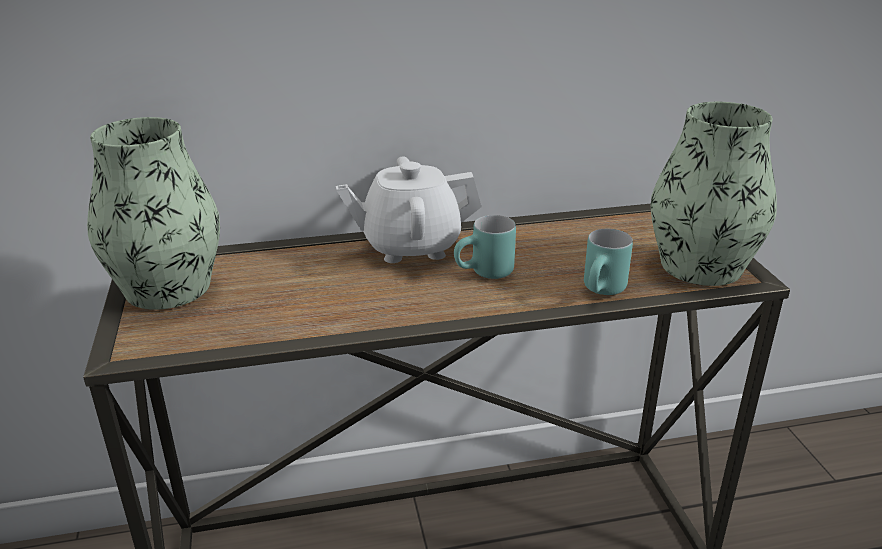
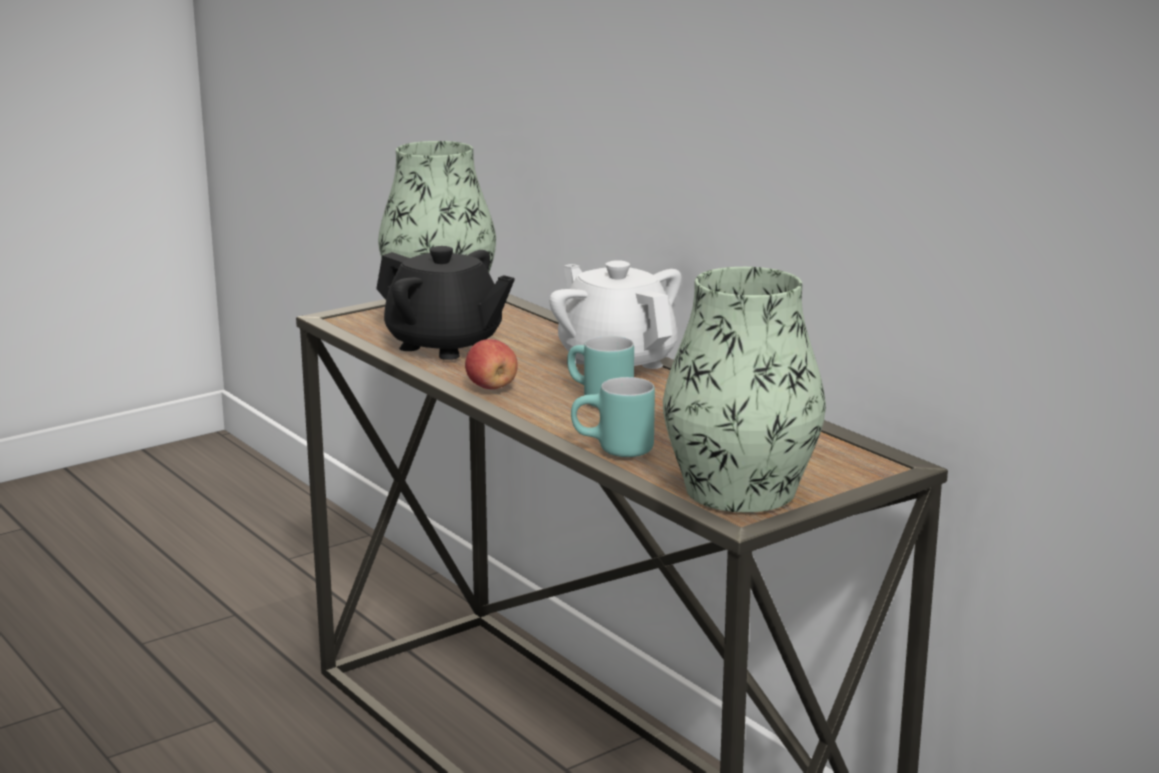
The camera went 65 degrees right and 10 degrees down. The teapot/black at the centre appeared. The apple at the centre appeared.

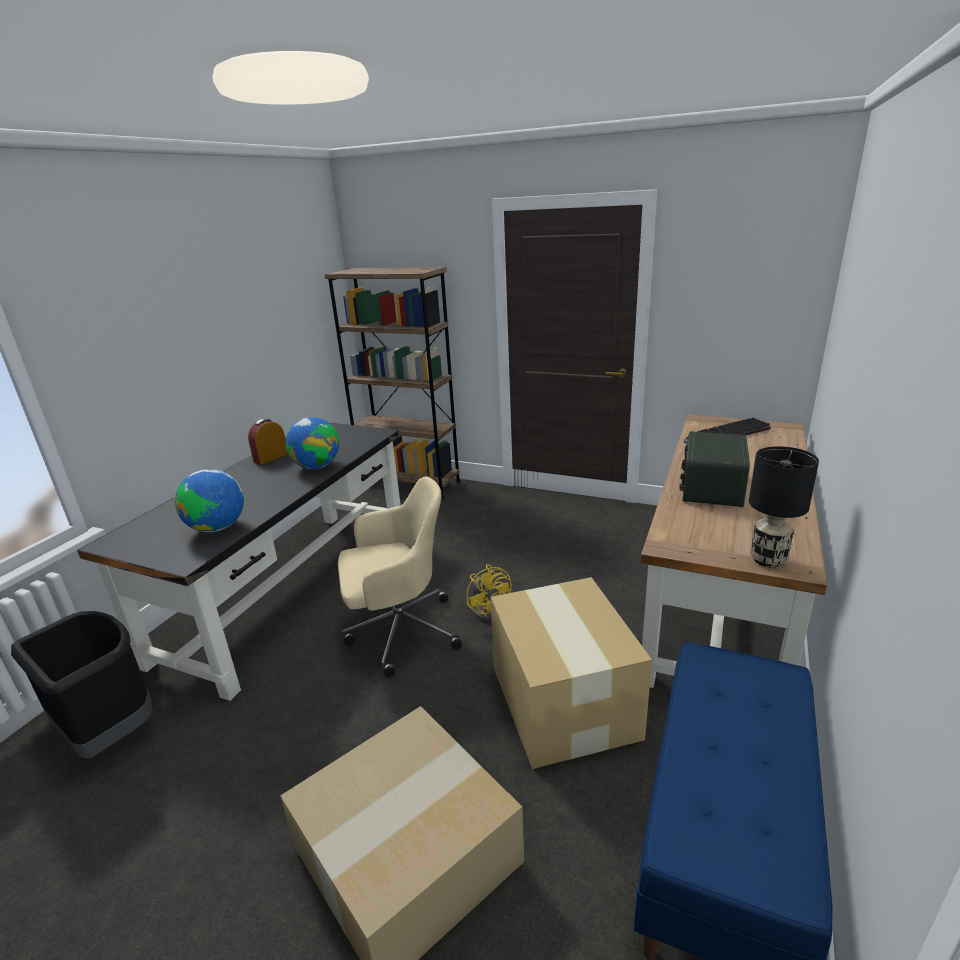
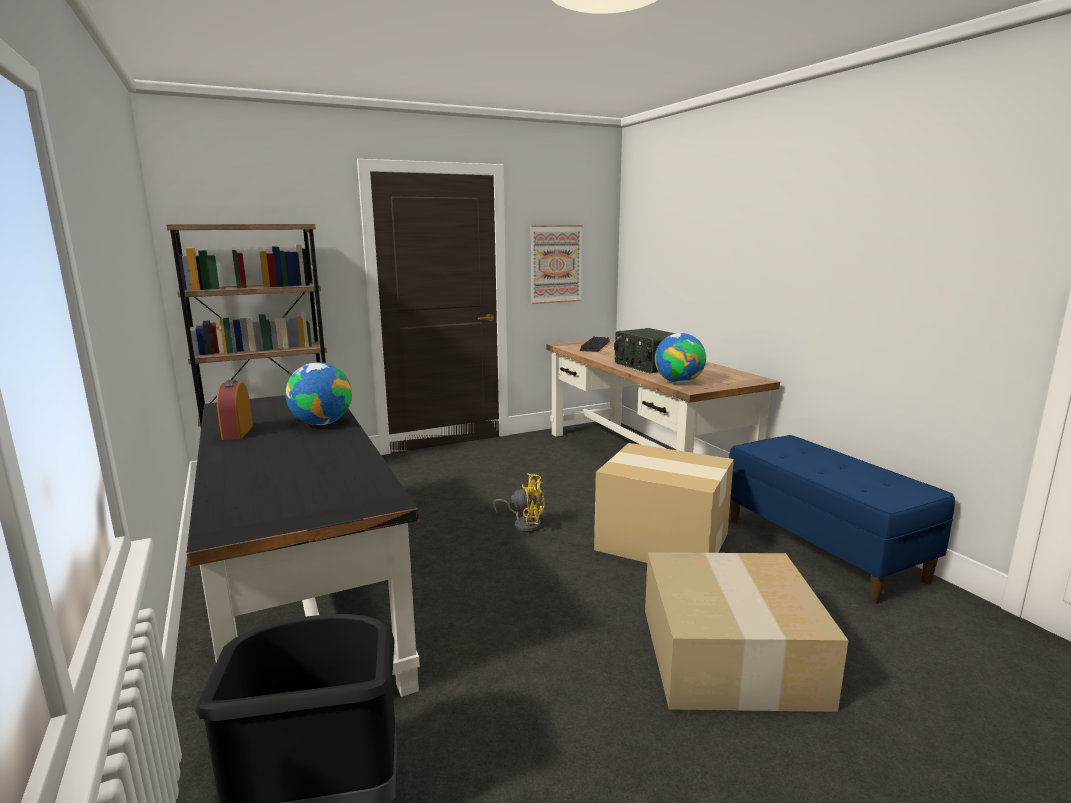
The camera went 50 degrees left and 10 degrees down. The globe (1st from left in the first image) moved from the middle left to the centre. The office chair/beige at the centre disappeared. The table lamp/black at the middle right disappeared. The picture at the top centre appeared.

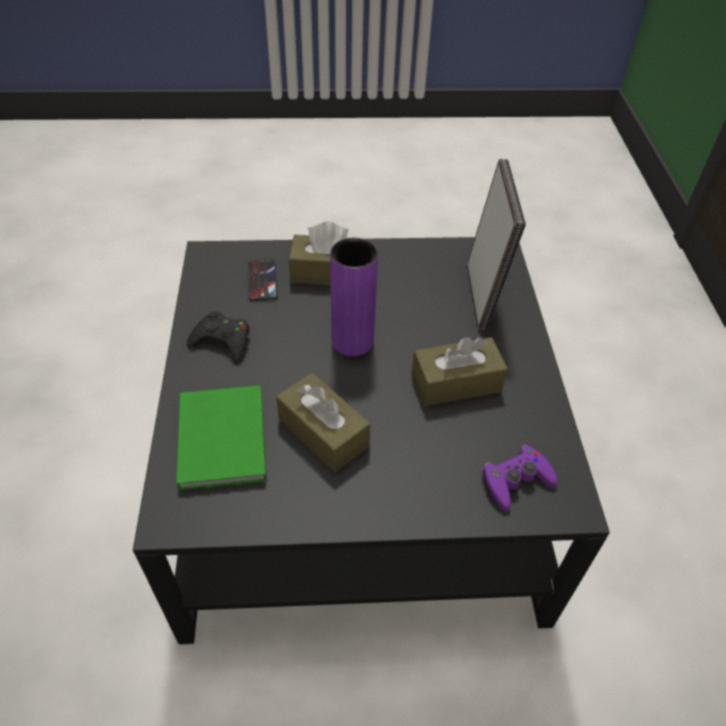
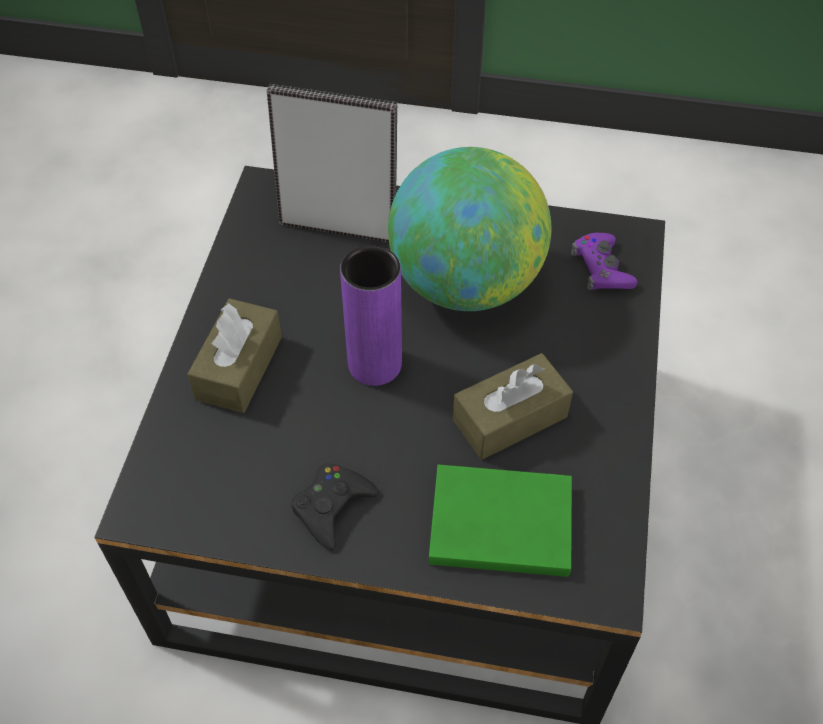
The camera went 75 degrees left and 5 degrees up. The phone at the centre disappeared. The tissue box/brown (3rd from left) at the centre was replaced by the globe at the top centre.

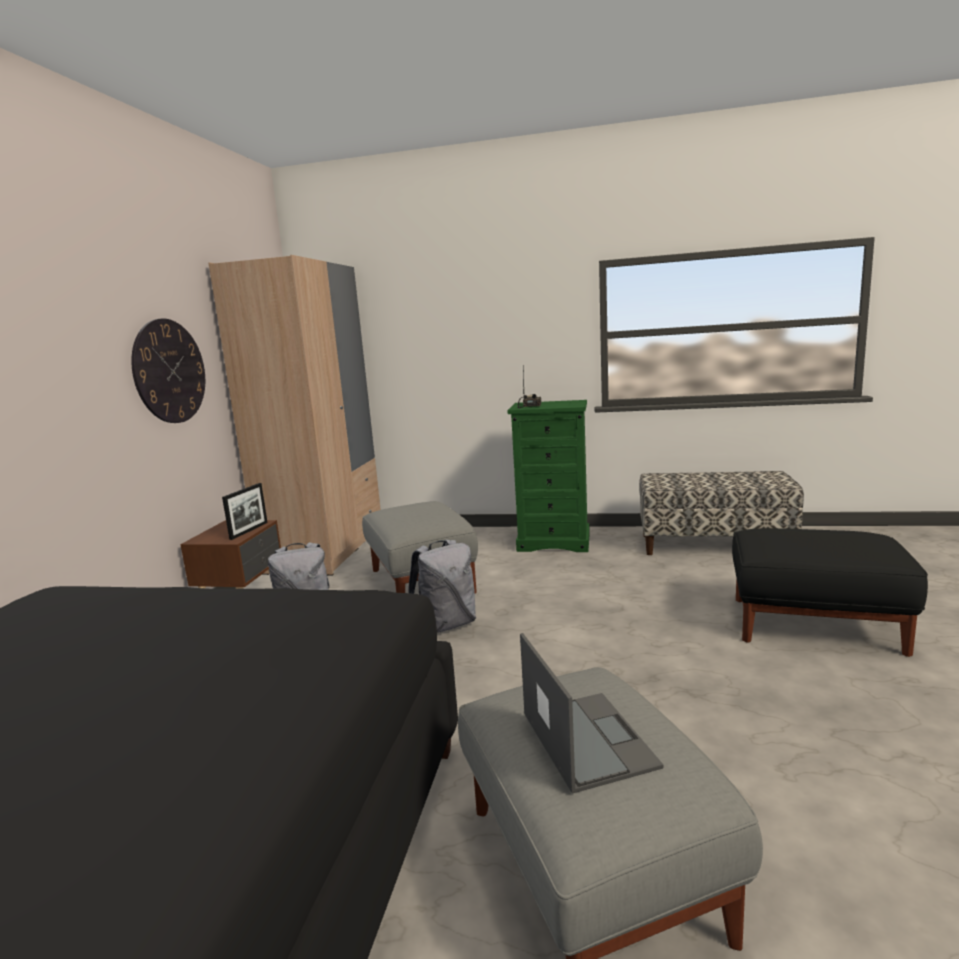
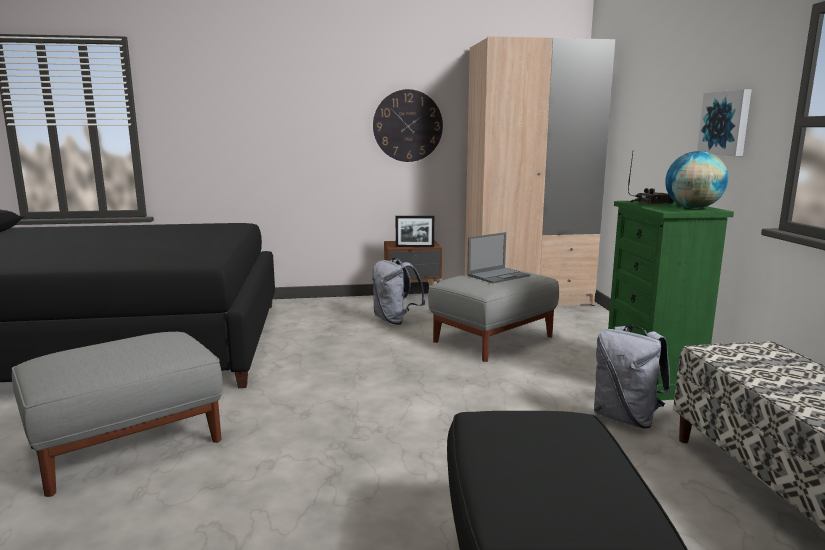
The camera went 70 degrees right and 0 degrees up. The backpack/grey (2nd from left) moved from the centre to the bottom right. The laptop moved from the bottom centre to the centre. The globe at the top right appeared. The picture at the top right appeared.

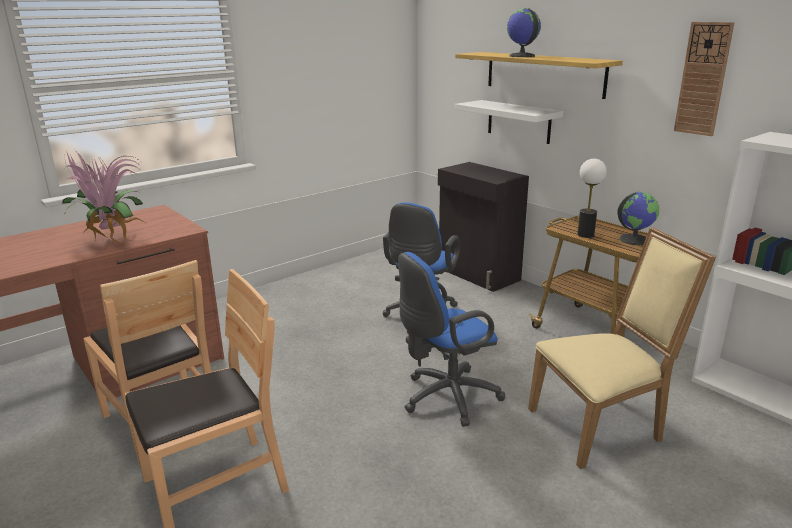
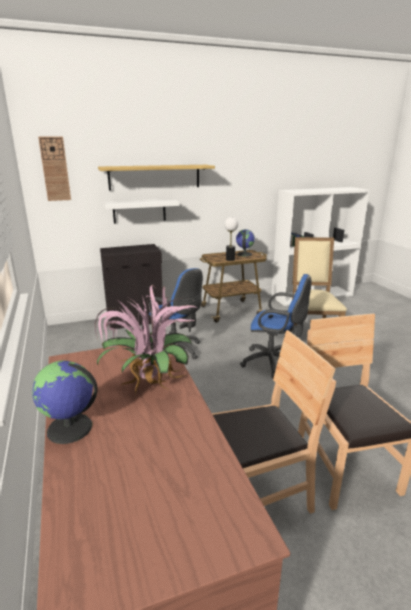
The camera went 70 degrees left and 0 degrees up. The office chair/blue (2nd from left) at the centre turned 60 degrees counterclockwise. The globe (1st from left) moved from the top centre to the middle left. The wall clock moved from the top right to the top left.

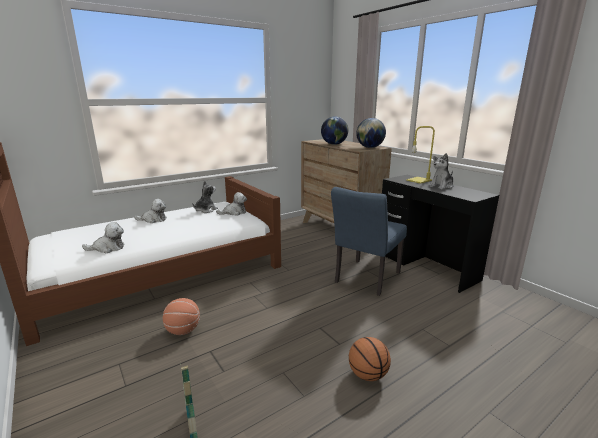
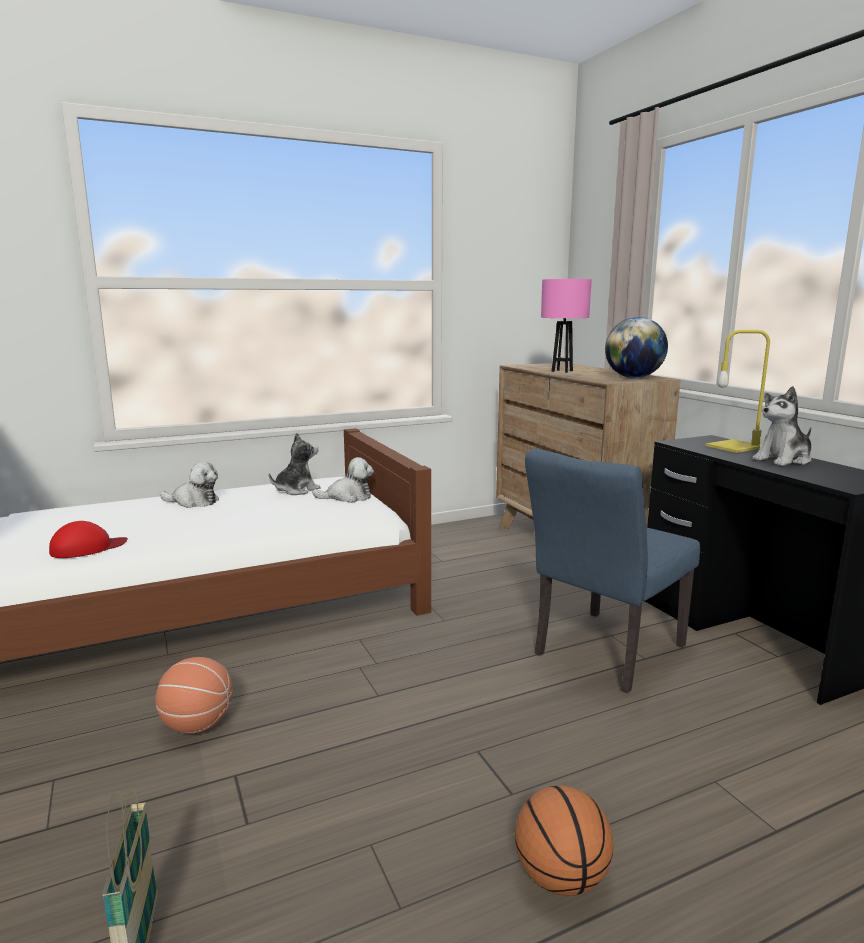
The camera went 10 degrees right and 5 degrees down. The plush toy (1st from left) at the middle left was replaced by the cap/red at the middle left. The globe (1st from left) at the top centre was replaced by the table lamp/pink at the centre.

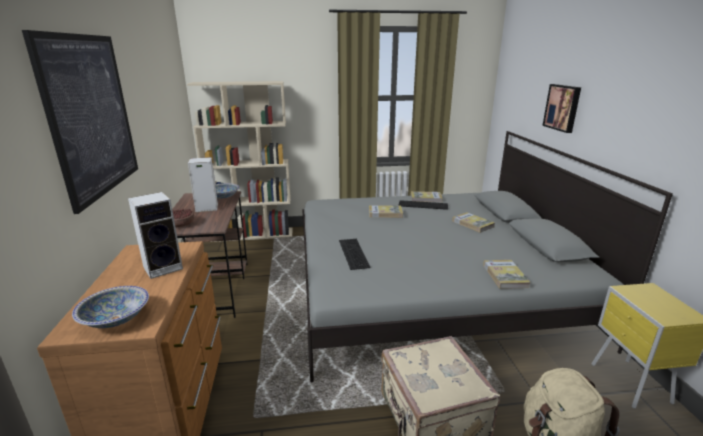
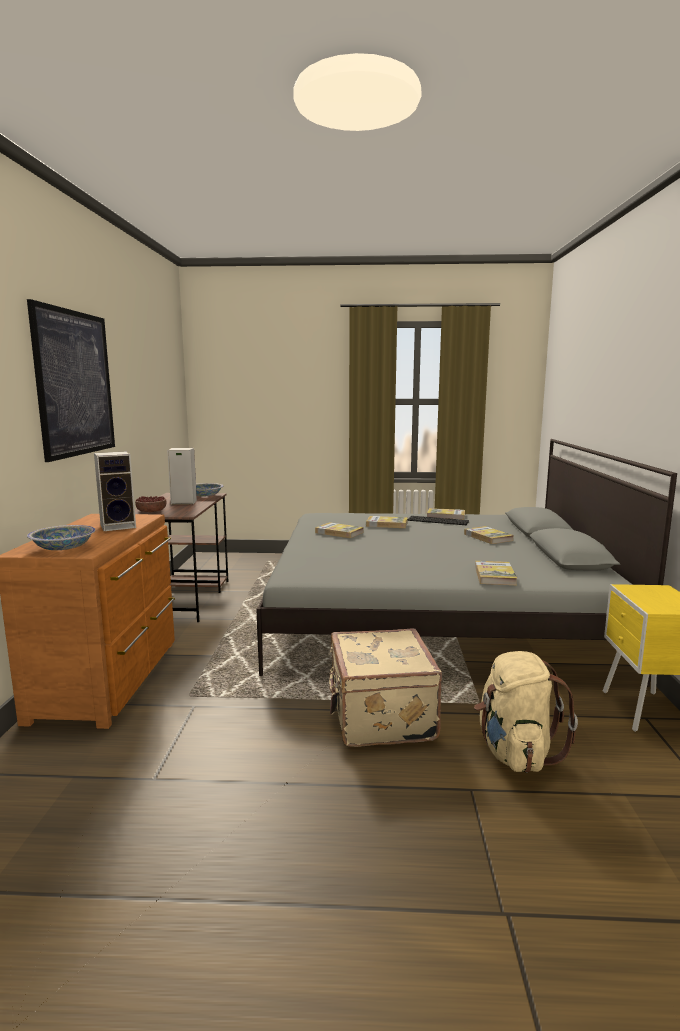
The camera went 10 degrees right and 10 degrees down. The bookcase/beige at the centre disappeared. The keyboard (1st from left) at the centre disappeared. The picture (2nd from left) at the top right disappeared. The book (1st from left) at the centre appeared.

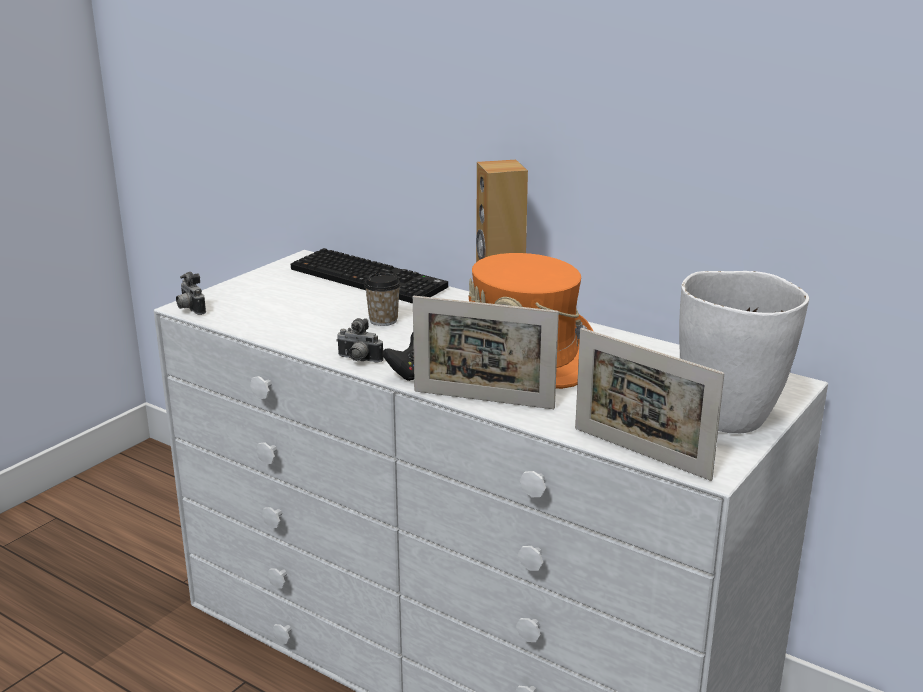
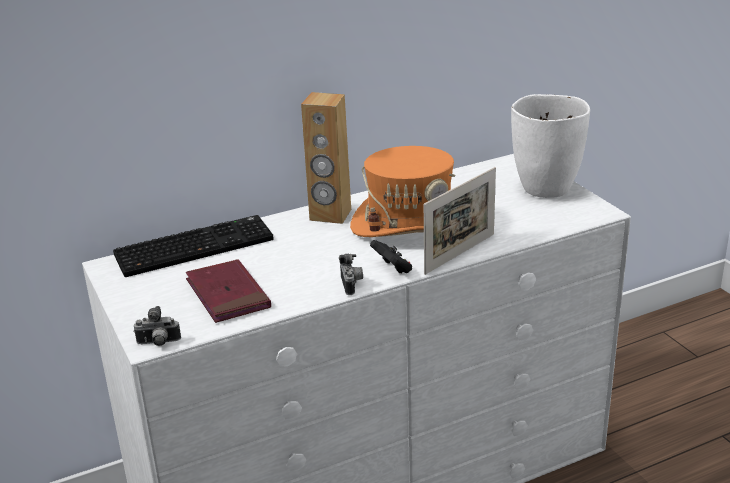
The camera went 60 degrees left and 5 degrees up. The photo camera (2nd from left) at the centre turned 60 degrees counterclockwise. The cup at the centre disappeared. The picture frame (2nd from left) at the middle right disappeared. The book/red at the middle left appeared.

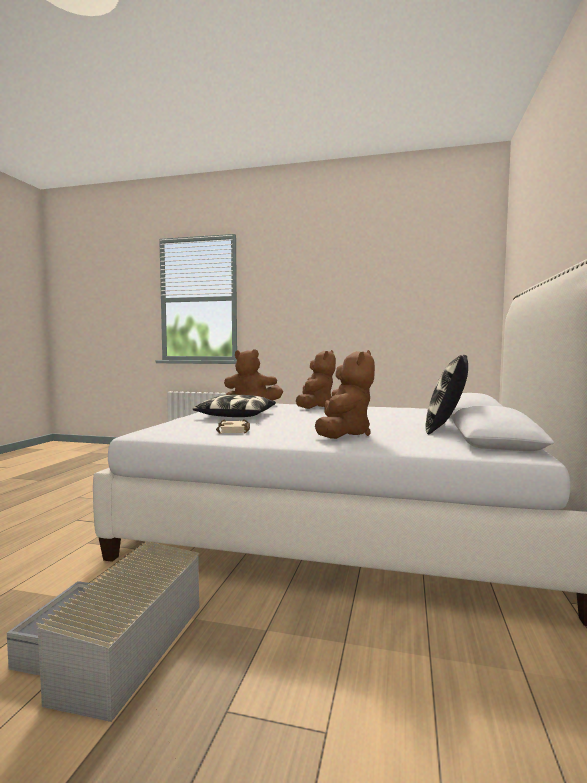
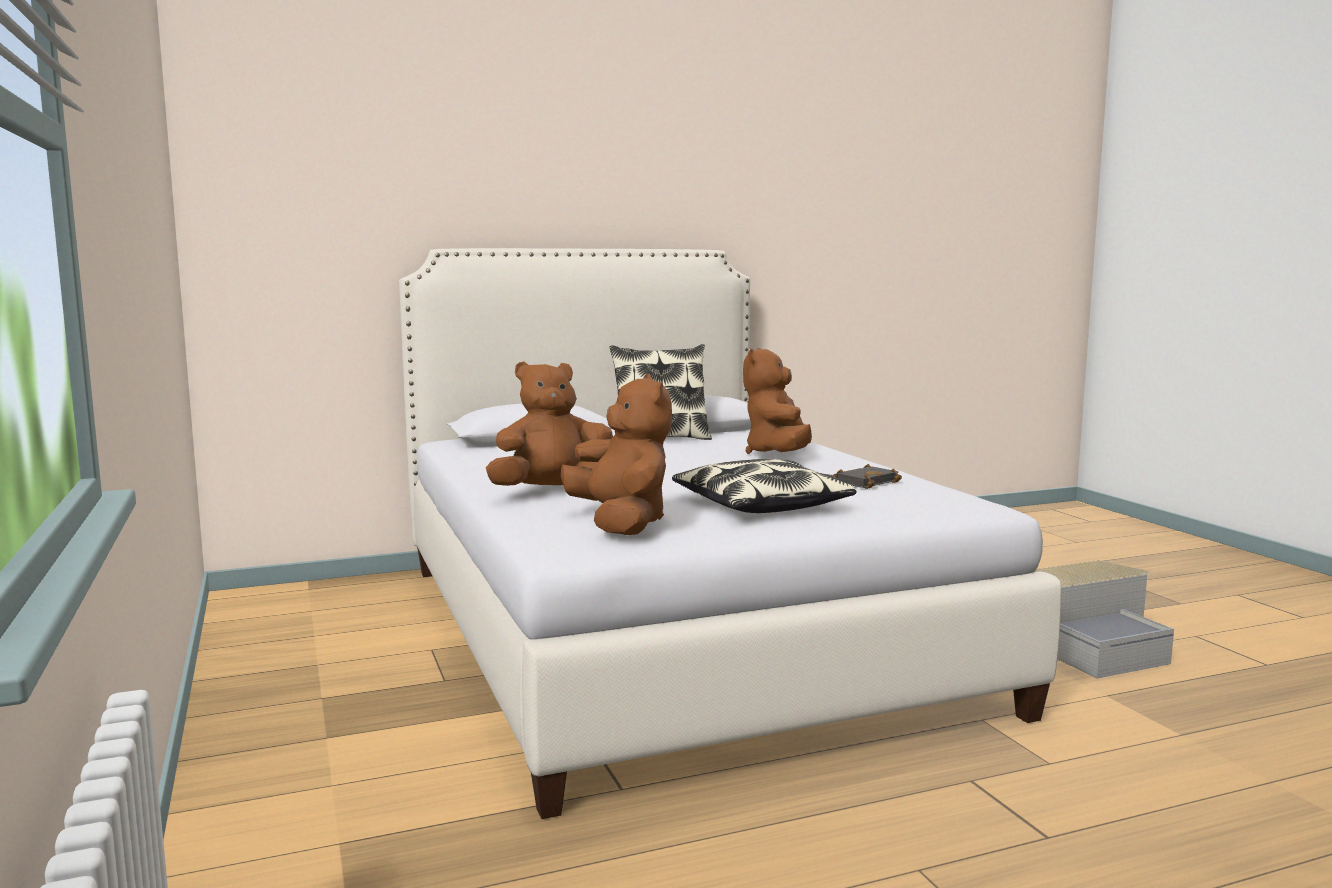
The camera went 125 degrees left and 5 degrees up. The book/beige at the centre became the book/black at the centre. The plush toy/brown (3rd from left) at the centre turned 60 degrees counterclockwise.

